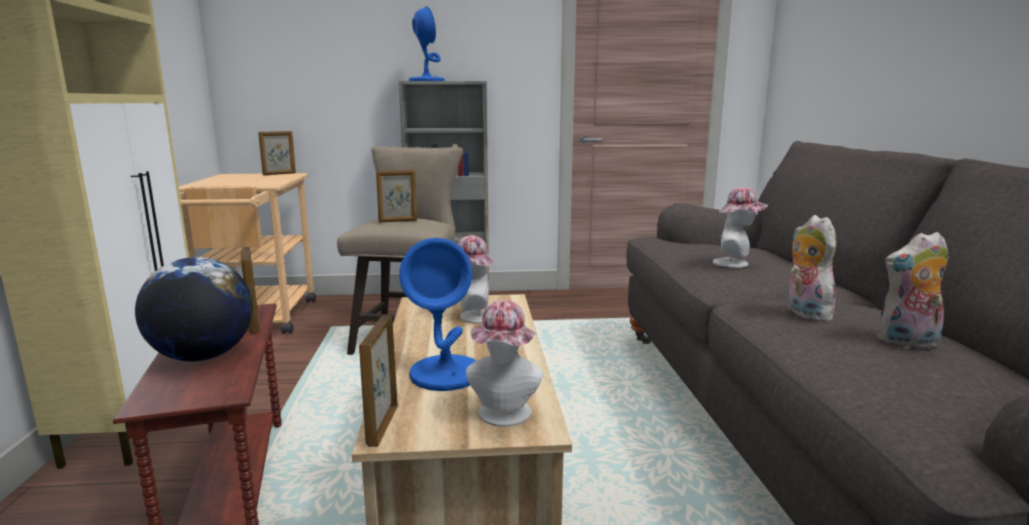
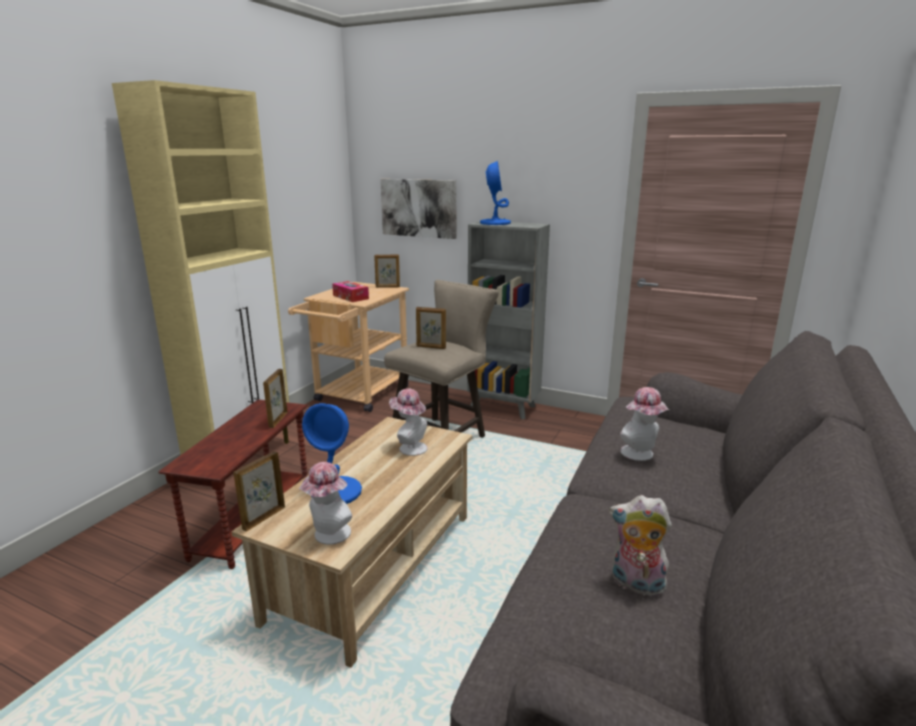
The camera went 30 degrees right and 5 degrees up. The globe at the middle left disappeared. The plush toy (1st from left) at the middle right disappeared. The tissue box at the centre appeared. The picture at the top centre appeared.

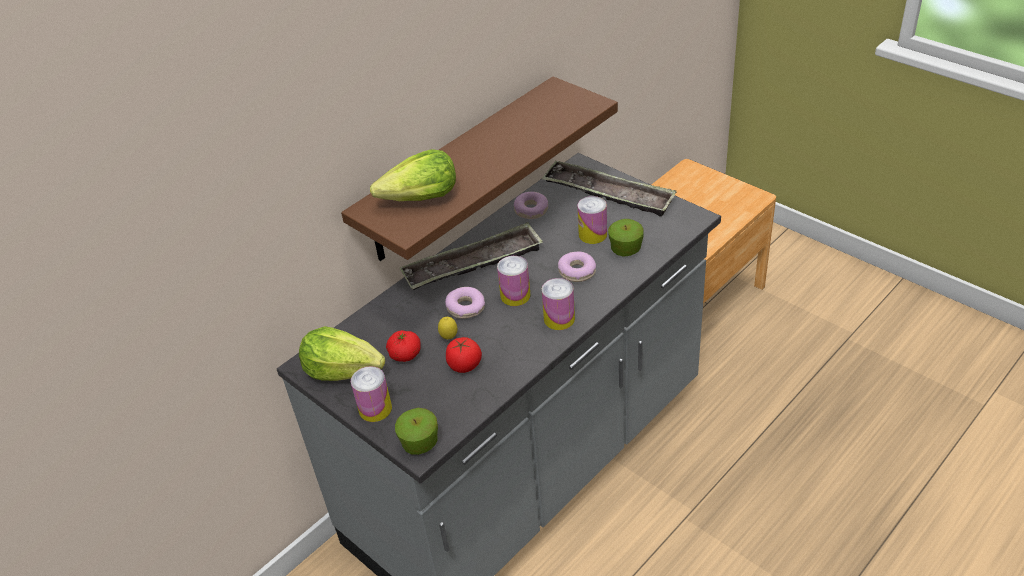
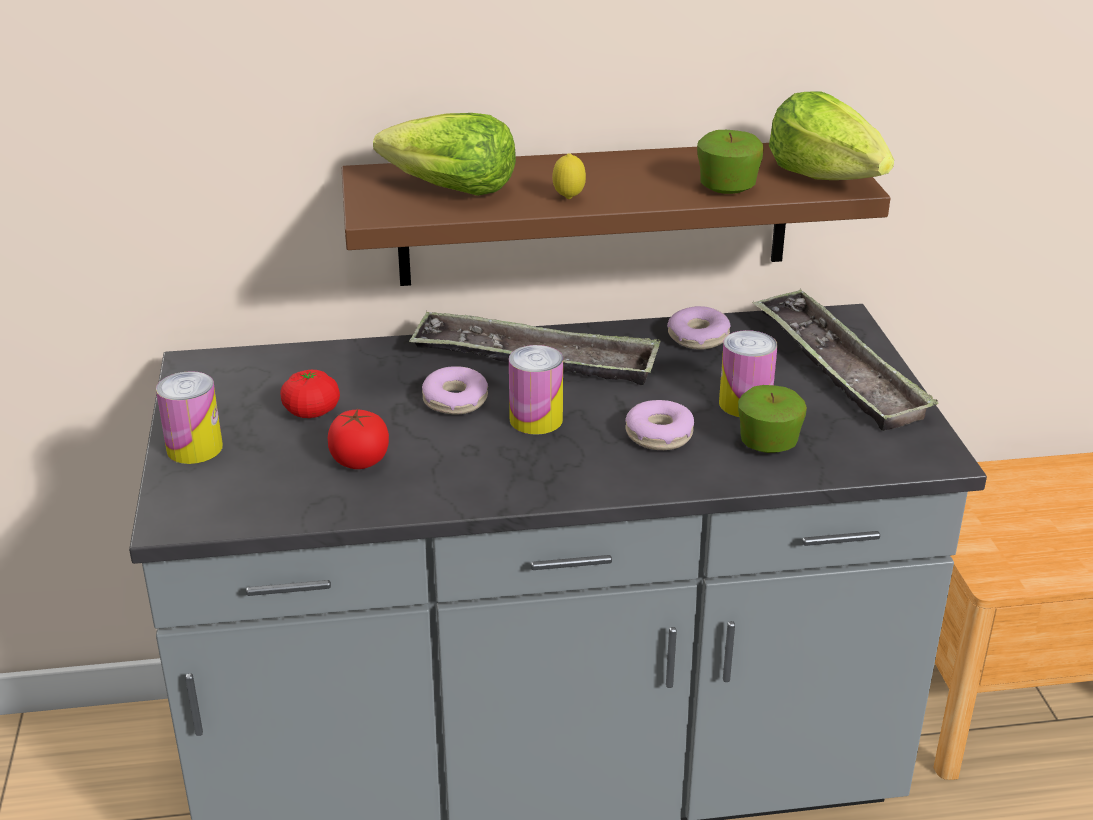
The camera went 35 degrees right and 10 degrees down. The lettuce (1st from left in the first image) moved from the centre to the top right. The apple (1st from left) moved from the bottom centre to the top right. The lemon moved from the centre to the top centre. The can (3rd from left) at the centre disappeared.

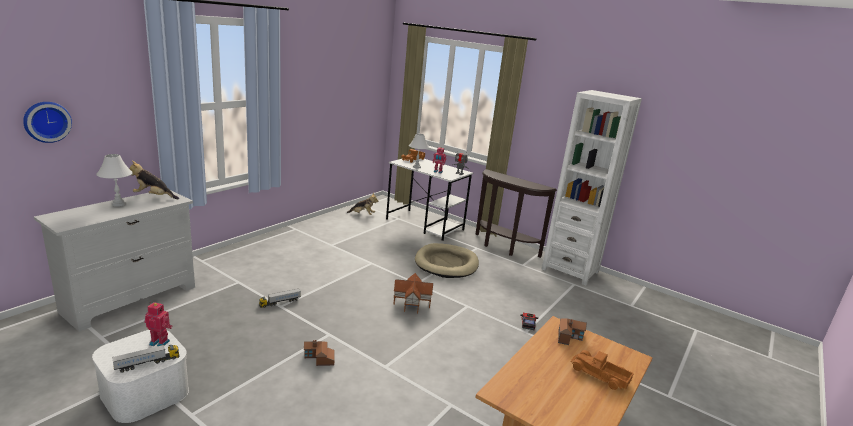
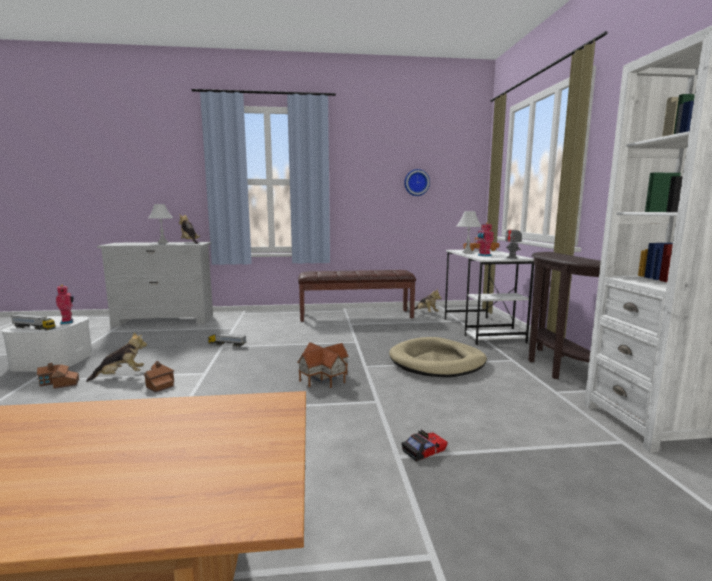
The camera went 50 degrees right and 10 degrees down. The wall clock moved from the top left to the top centre. The toy house (3rd from left in the first image) moved from the bottom right to the middle left. The toy truck (4th from left) at the bottom right disappeared. The plush toy (1st from left) at the middle left appeared. The bench/brown at the centre appeared.

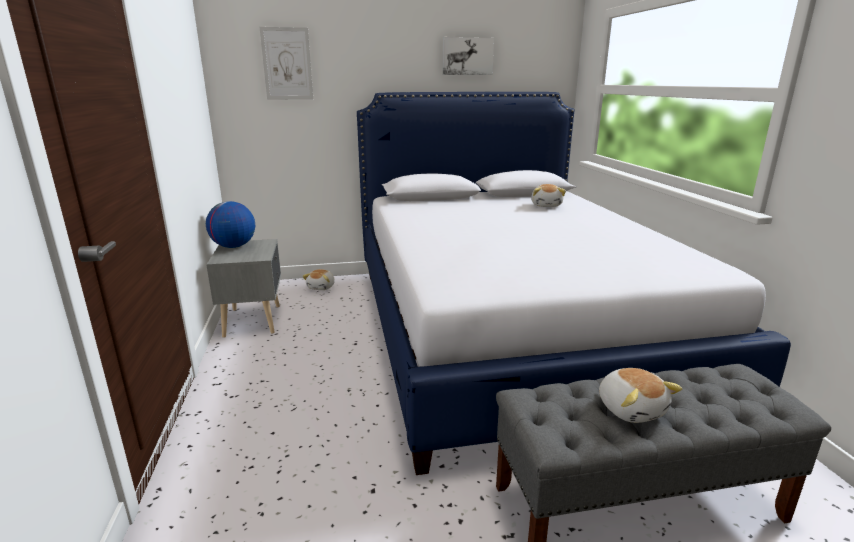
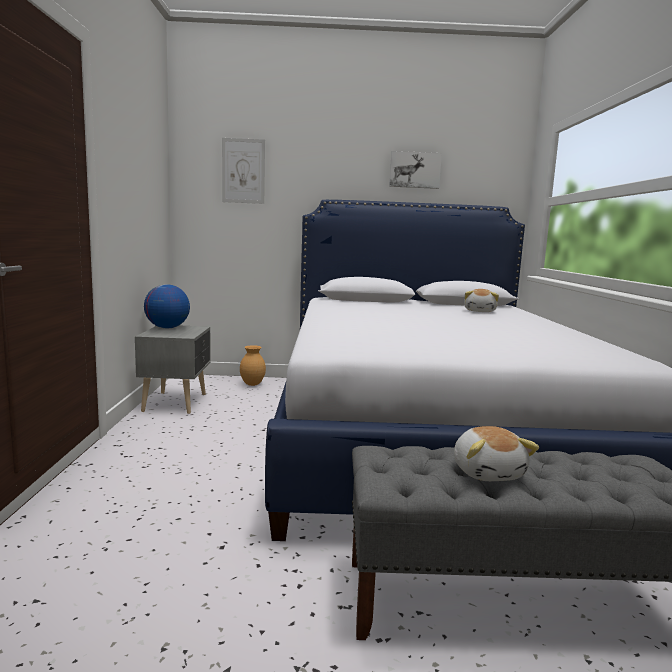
The camera went 10 degrees right and 10 degrees down. The plush toy (1st from left) at the centre was replaced by the vase/brown at the centre.

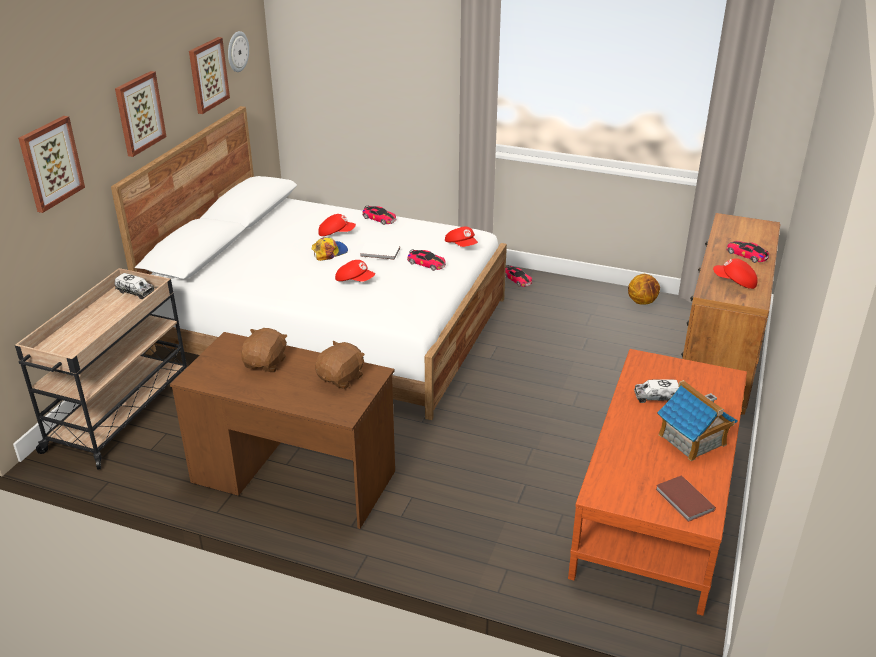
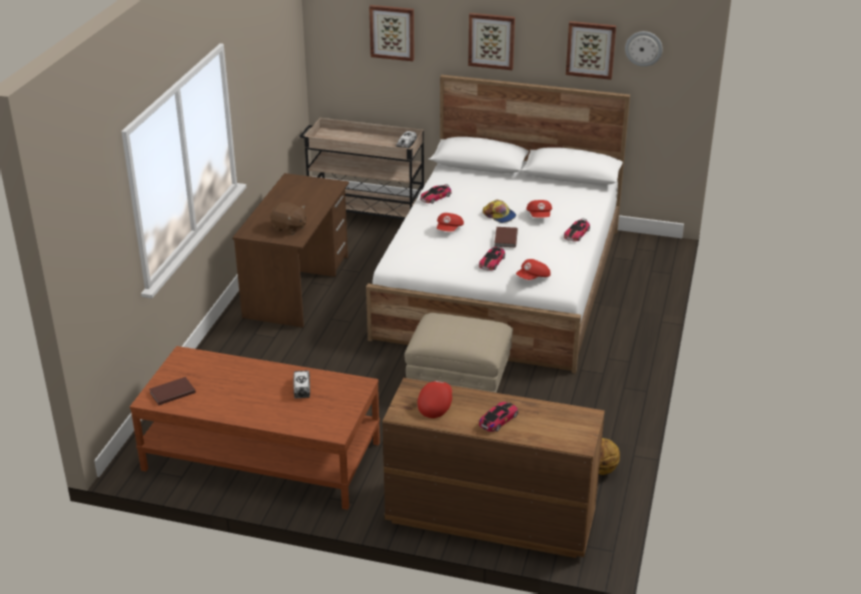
The camera went 85 degrees right and 0 degrees up. The plush toy/brown (1st from left) at the middle left disappeared. The book/white at the centre became the book/brown (2nd from left) at the centre. The toy car (3rd from left in the first image) moved from the centre to the top centre. The toy house at the middle right disappeared. The ottoman/beige at the centre appeared.

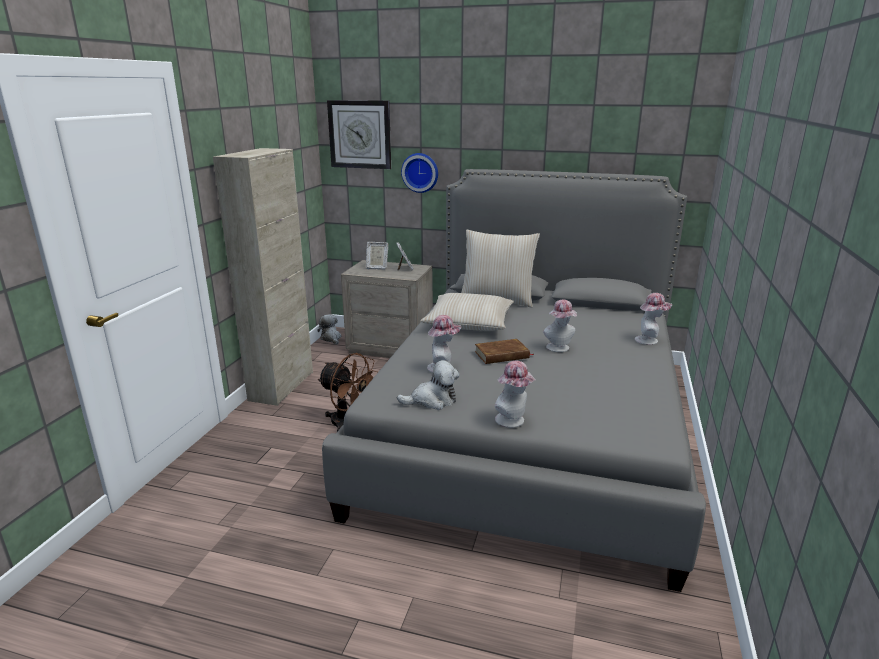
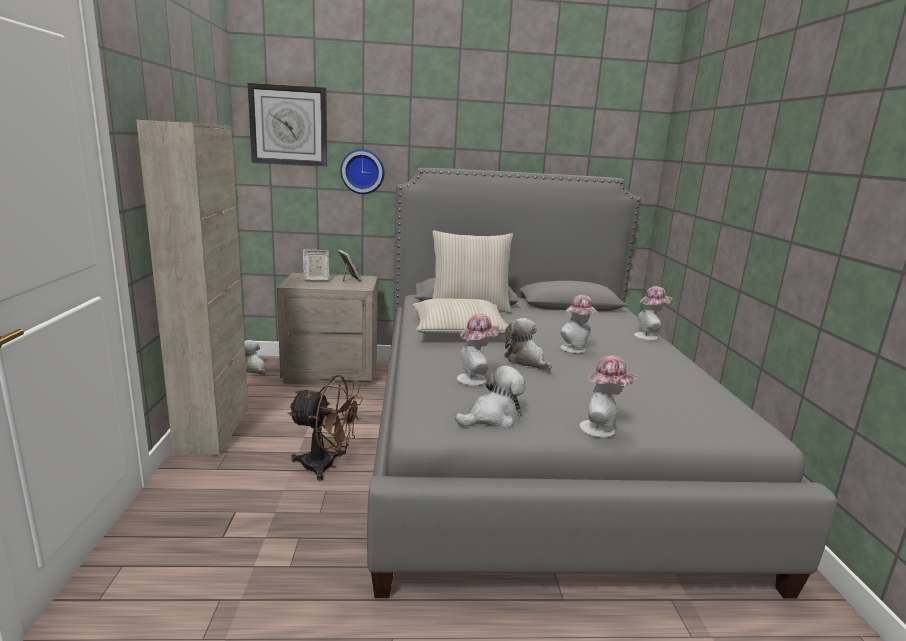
The camera went 20 degrees left and 5 degrees down. The book/brown at the centre was replaced by the plush toy (3rd from left) at the centre.

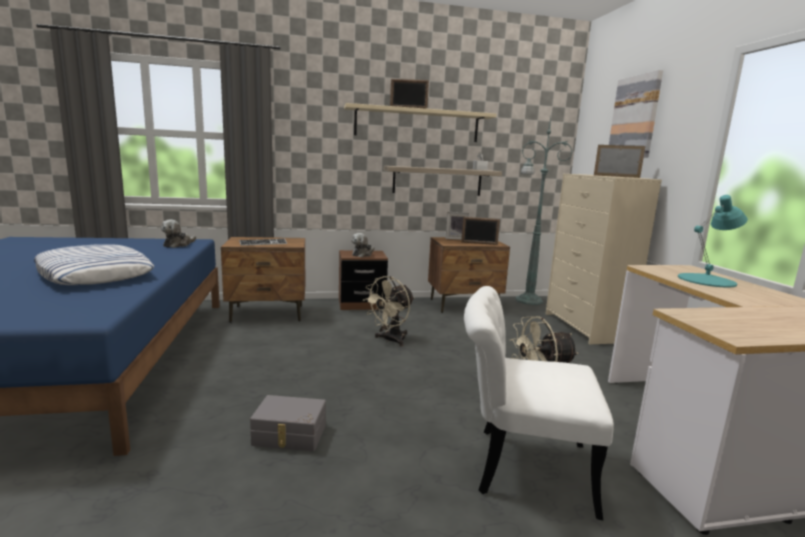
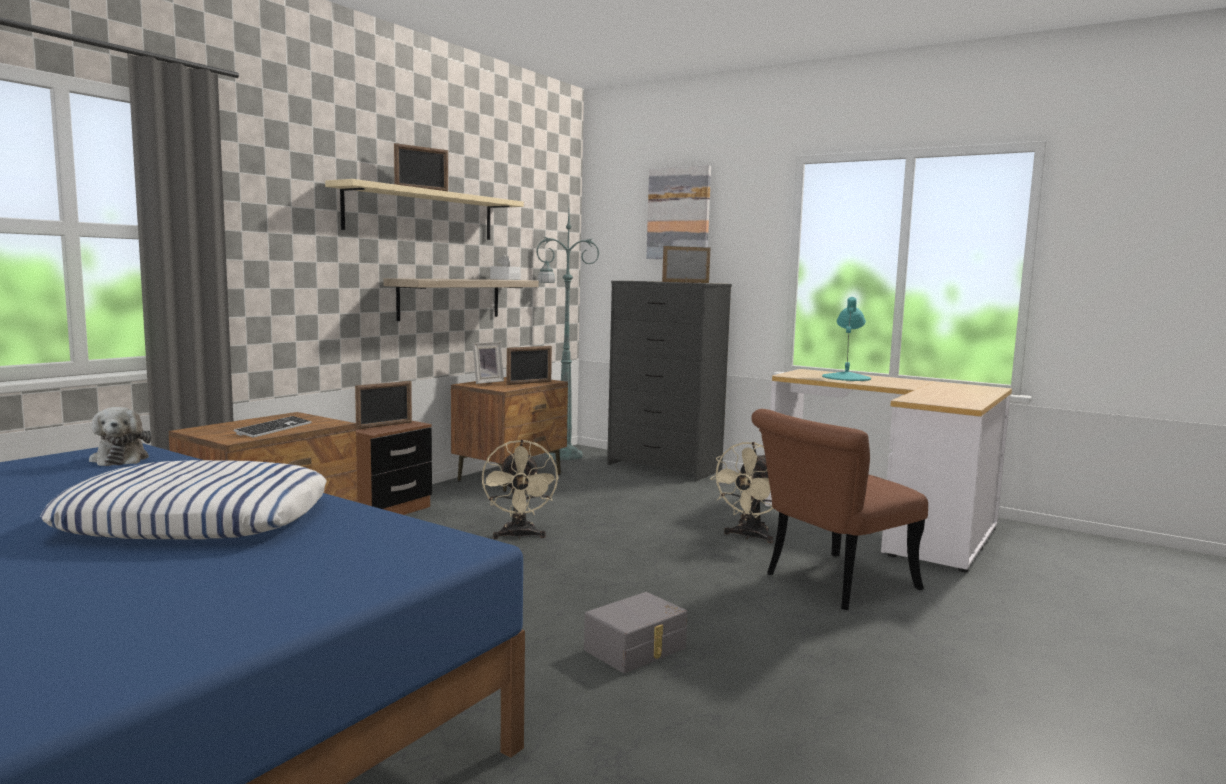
The camera went 45 degrees left and 5 degrees down. The plush toy (2nd from left) at the centre was replaced by the picture frame (1st from left) at the middle left. The chair/white at the bottom right became the chair/brown at the middle right. The dresser/beige at the middle right became the dresser/black at the centre.

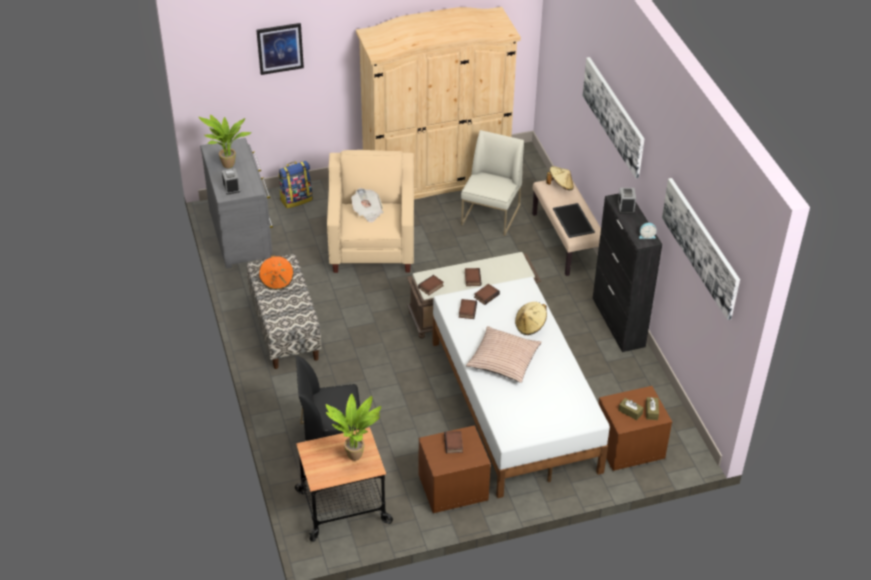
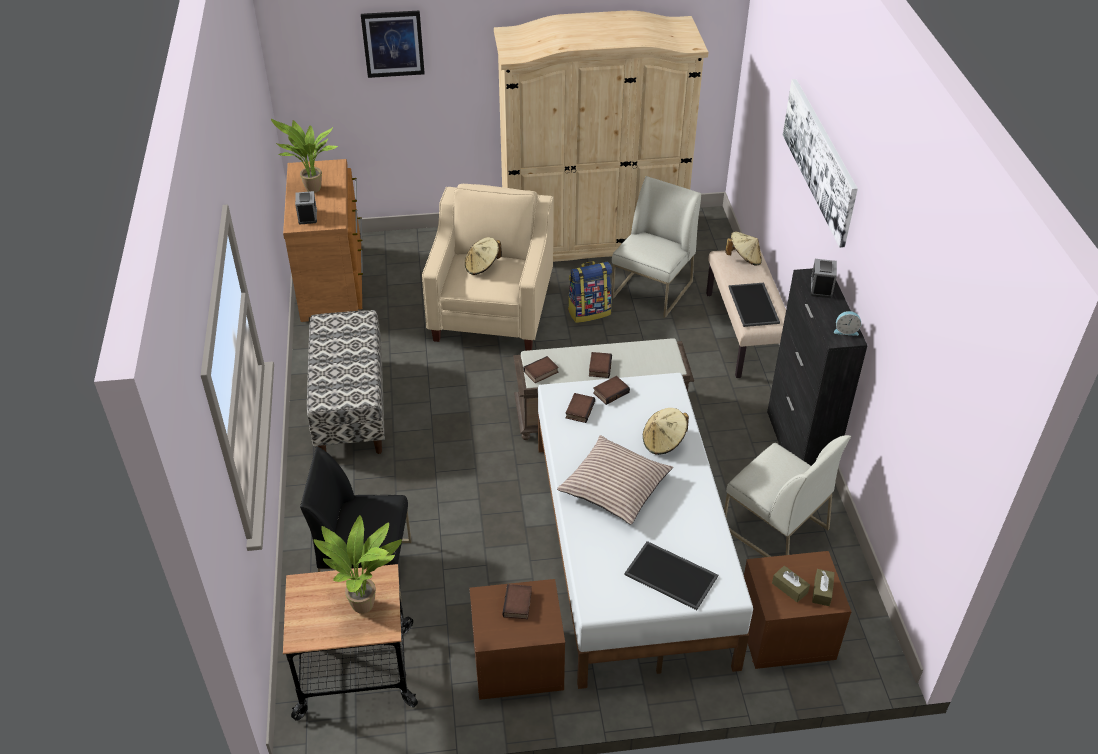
The camera went 10 degrees right and 0 degrees up. The dresser/grey at the middle left became the dresser/brown at the top left. The hat/orange at the middle left disappeared. The backpack moved from the top centre to the centre. The newspaper at the centre was replaced by the hat/beige (1st from left) at the centre. The picture (3rd from left) at the middle right disappeared. The tray (1st from left) at the bottom centre appeared. The chair/white (2nd from left) at the middle right appeared.

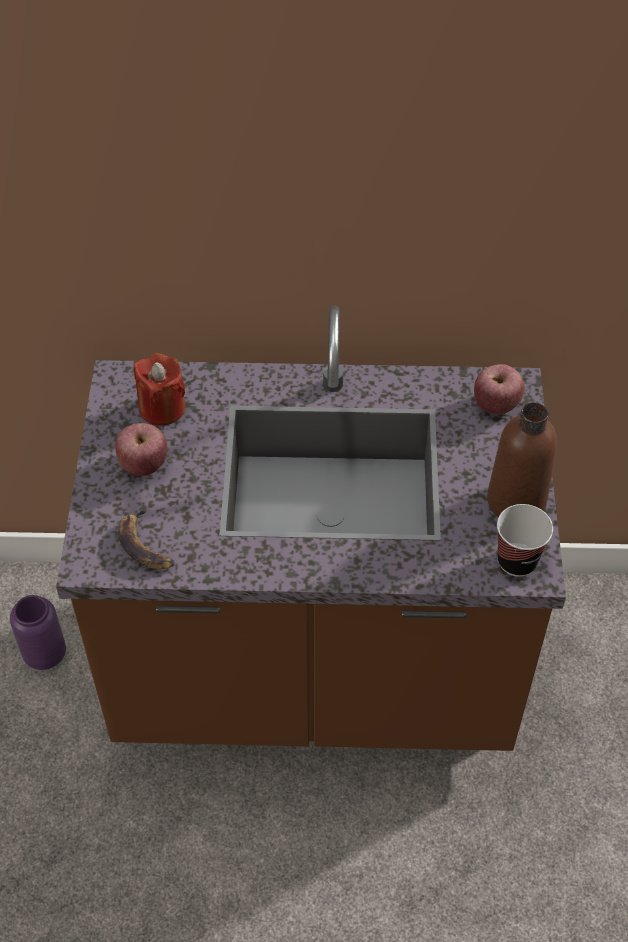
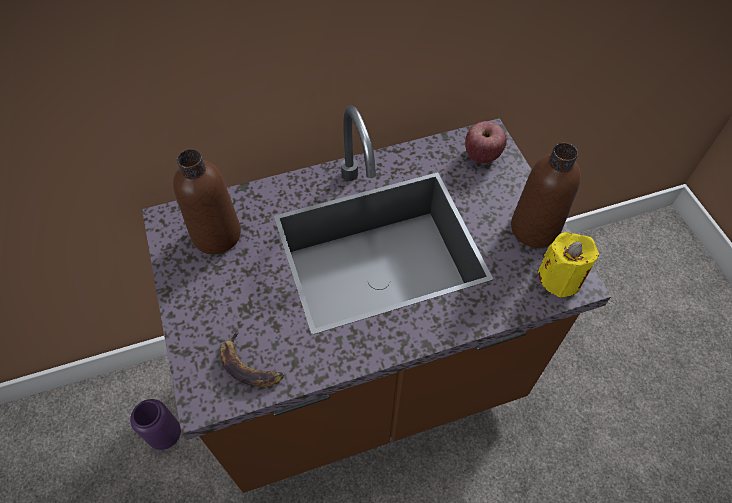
The camera went 20 degrees left and 5 degrees up. The apple (1st from left) at the middle left disappeared. The candle/red at the middle left was replaced by the bottle/brown (1st from left) at the middle left. The cup at the middle right was replaced by the candle/yellow at the middle right.

